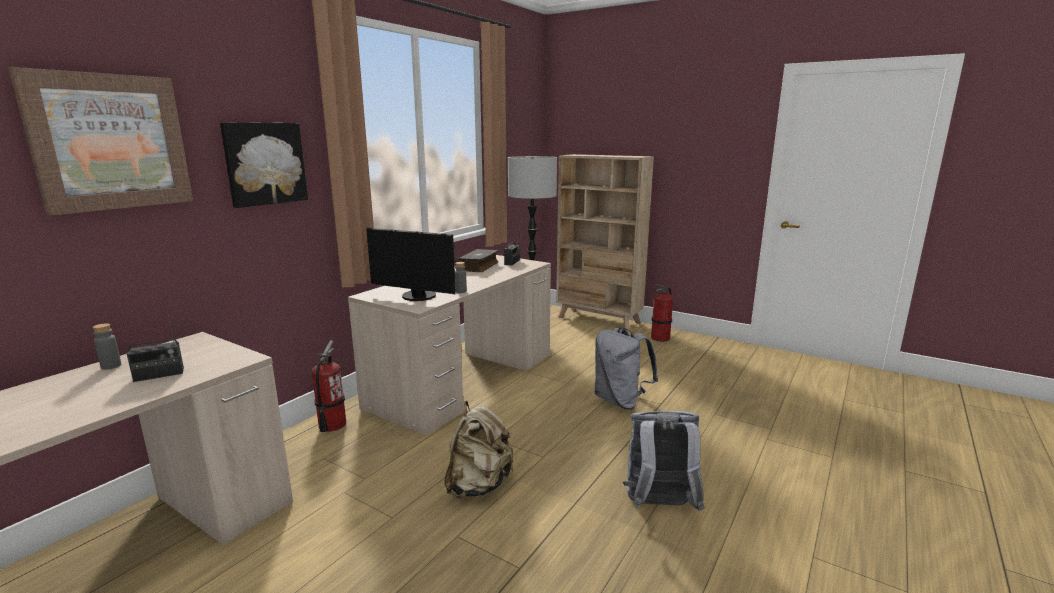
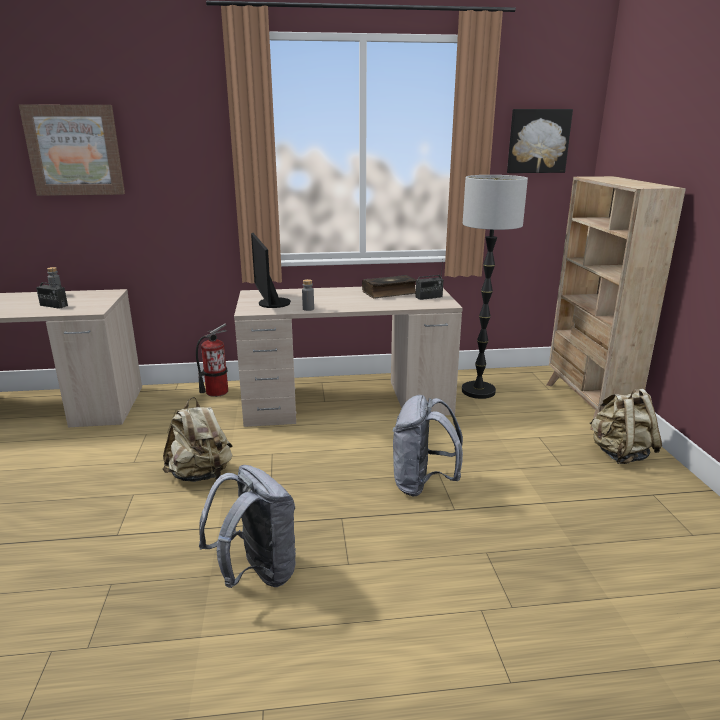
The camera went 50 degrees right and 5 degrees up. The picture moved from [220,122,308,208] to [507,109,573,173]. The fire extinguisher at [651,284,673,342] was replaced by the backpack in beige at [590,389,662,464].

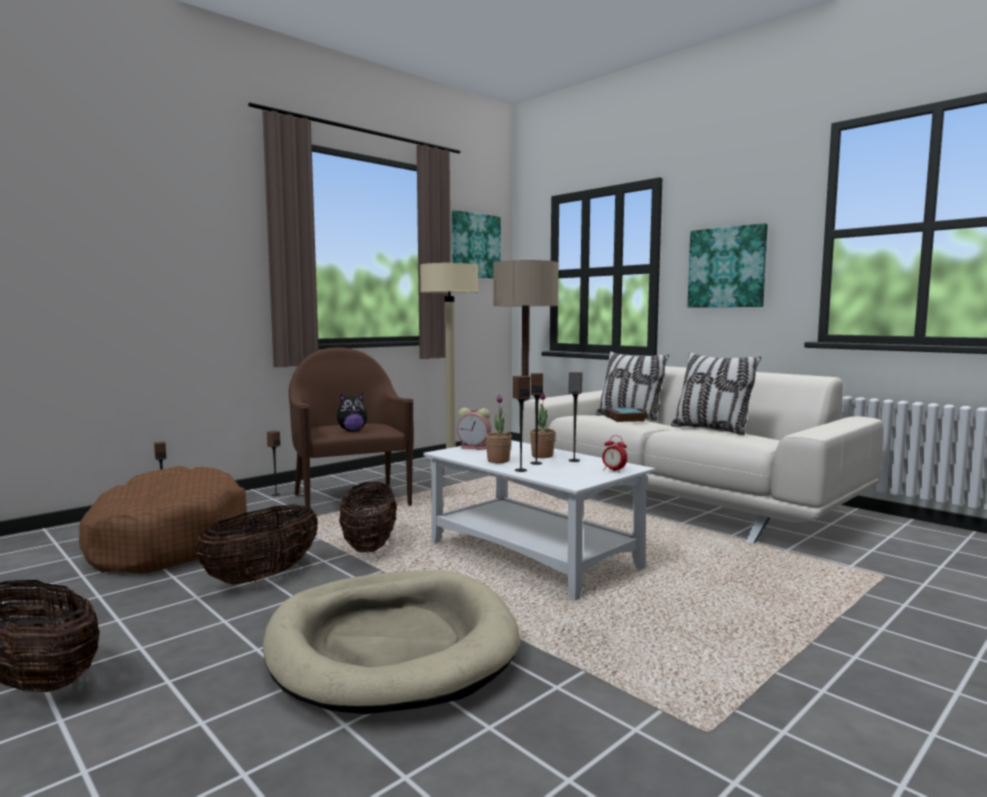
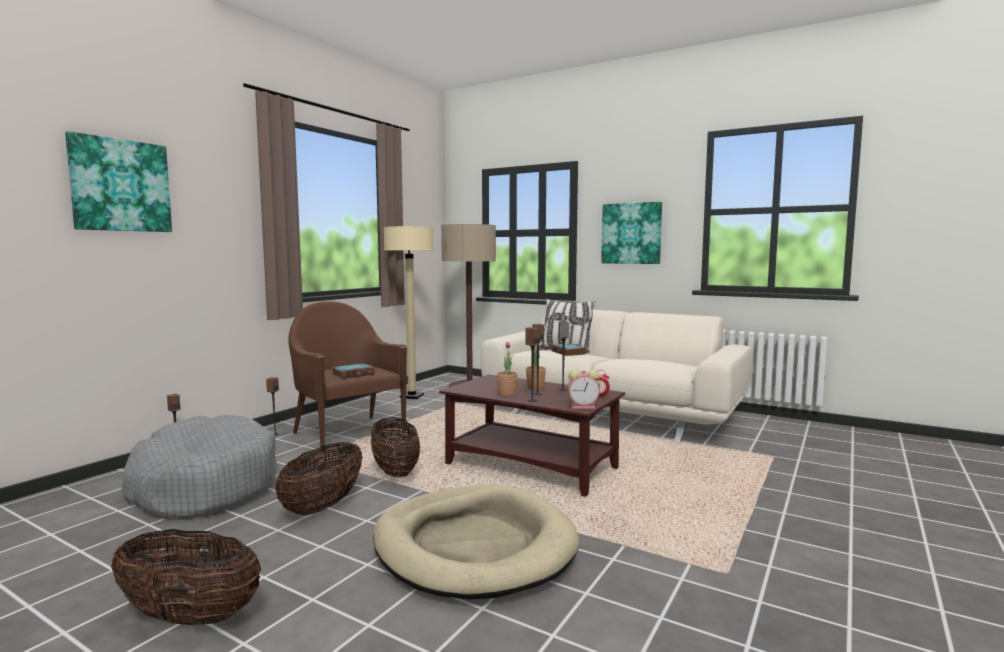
The camera went 15 degrees left and 0 degrees up. The pillow at [671,352,761,435] disappeared. The picture moved from [452,210,501,278] to [65,131,172,232]. The alarm clock moved from [457,408,491,450] to [567,369,600,409]. The plush toy at [337,393,368,431] was replaced by the book at [332,363,375,379]. The dog bed in brown at [79,466,247,574] became the dog bed in grey at [121,415,277,519]. The coffee table in white at [423,440,655,601] became the coffee table in brown at [439,374,625,497].

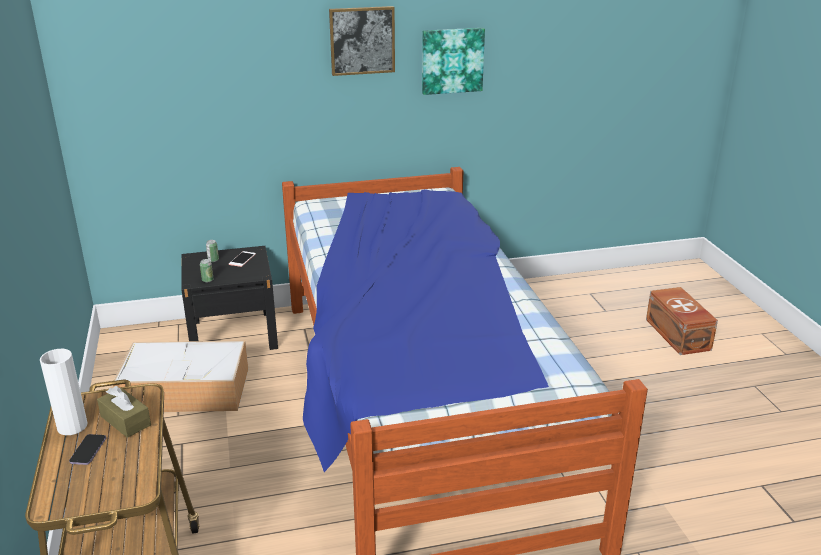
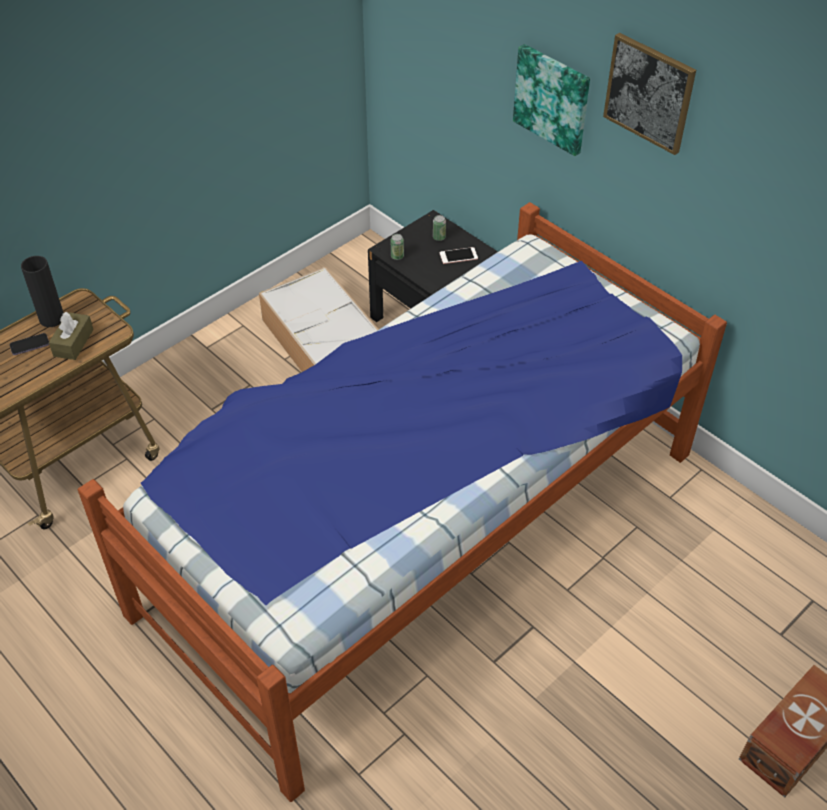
The camera went 60 degrees right and 20 degrees up. The picture moved from [422,28,485,95] to [513,44,590,156]. The vase in white at [40,349,88,435] became the vase in black at [21,256,64,327].

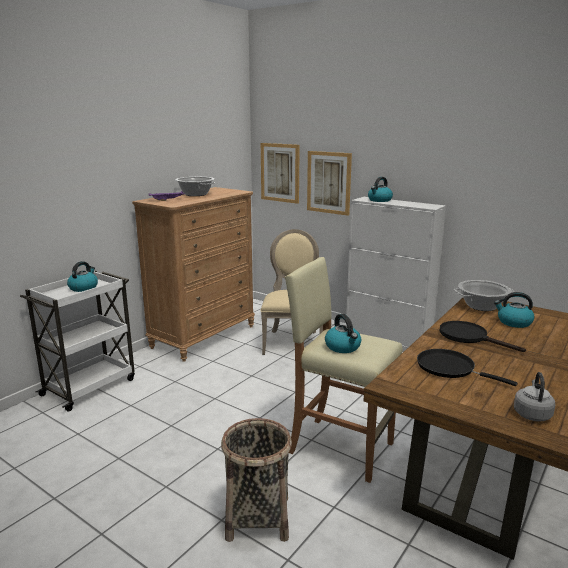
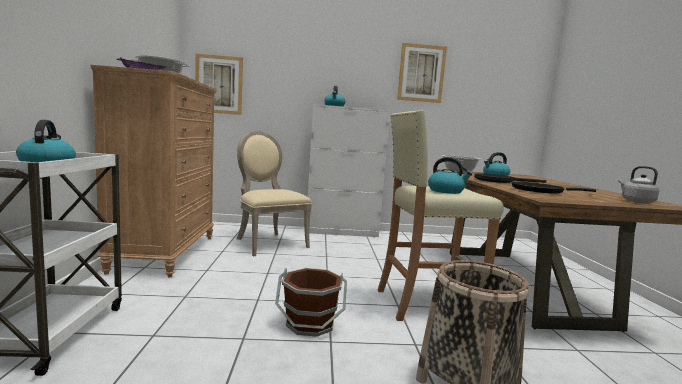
The camera went 40 degrees left and 10 degrees down. The bucket in brown at [275,268,347,337] appeared. The picture moved from [307,151,352,216] to [397,43,447,103].

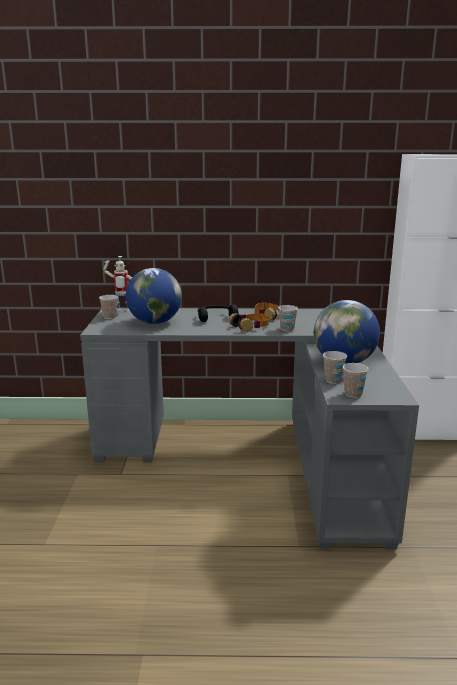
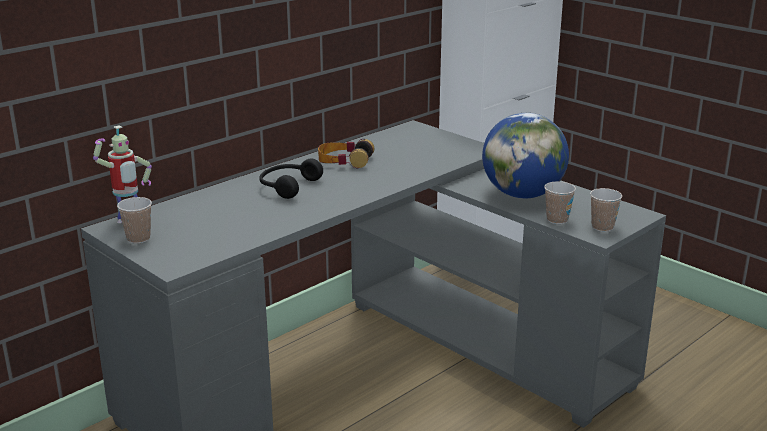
The camera went 45 degrees left and 5 degrees up. The globe at [126,268,182,324] disappeared. The headphones at [229,313,269,332] disappeared. The cup at [278,305,298,332] disappeared.

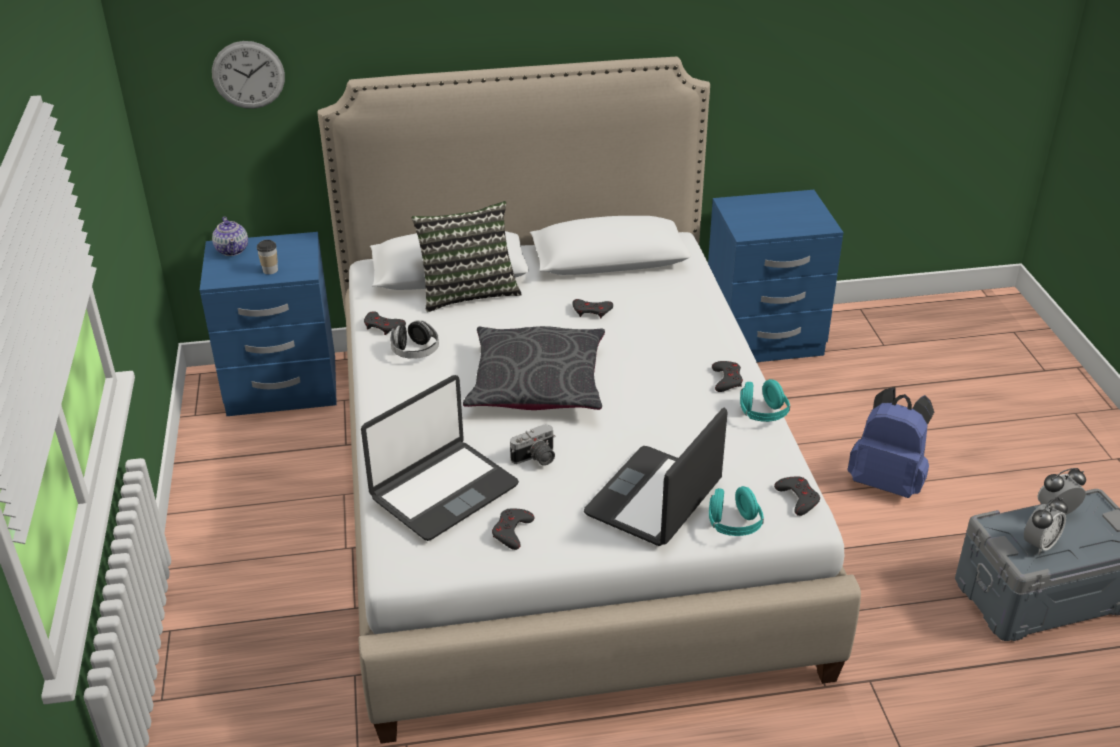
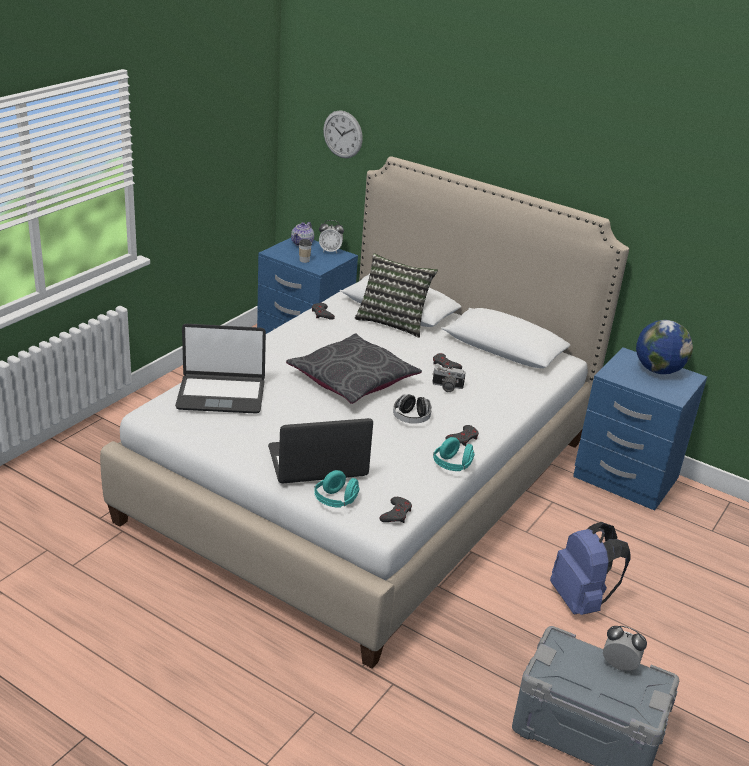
The camera went 40 degrees right and 5 degrees down. The game controller in grey at [492,509,535,550] disappeared. The globe at [636,320,693,374] appeared. The headphones moved from [390,320,439,359] to [393,394,432,423]. The photo camera moved from [510,424,556,466] to [432,366,465,392]. The alarm clock moved from [1024,497,1068,554] to [319,220,344,253].

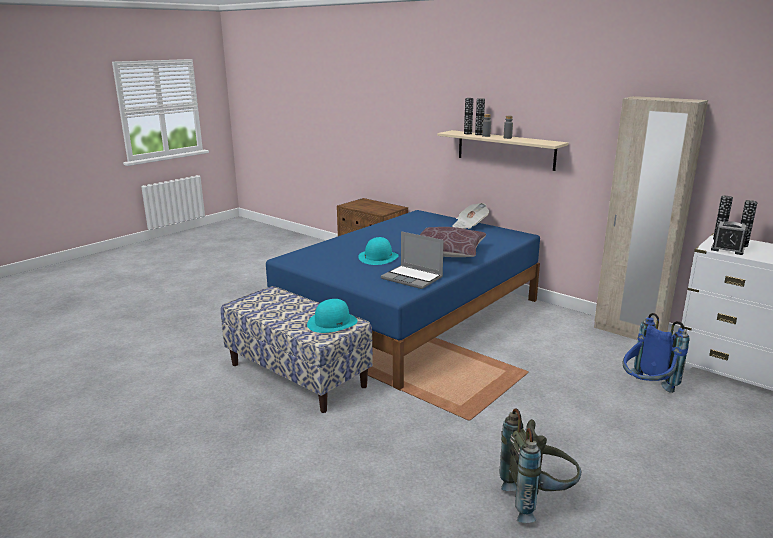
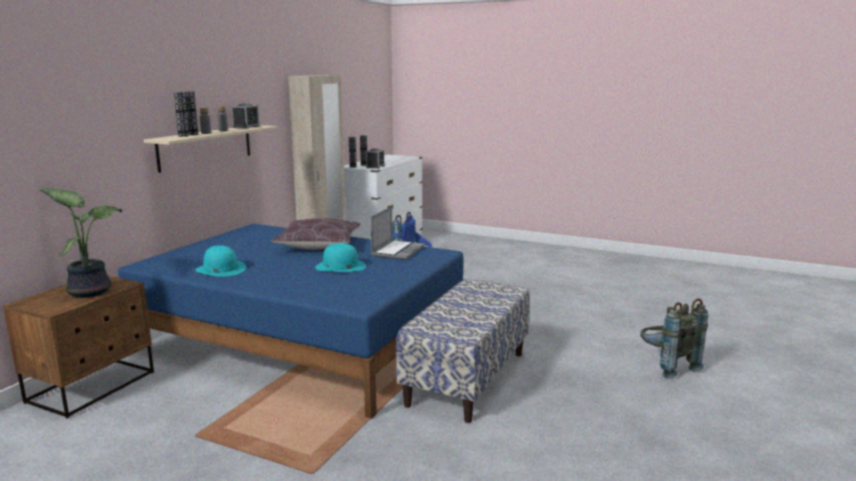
The camera went 105 degrees left and 5 degrees down. The newspaper at [452,203,489,229] disappeared. The potted plant at [40,188,122,298] appeared. The alarm clock at [232,104,260,129] appeared. The hat in turquoise moved from [307,299,358,333] to [196,245,246,277]. The backpack in grey moved from [499,408,581,523] to [640,298,708,379].

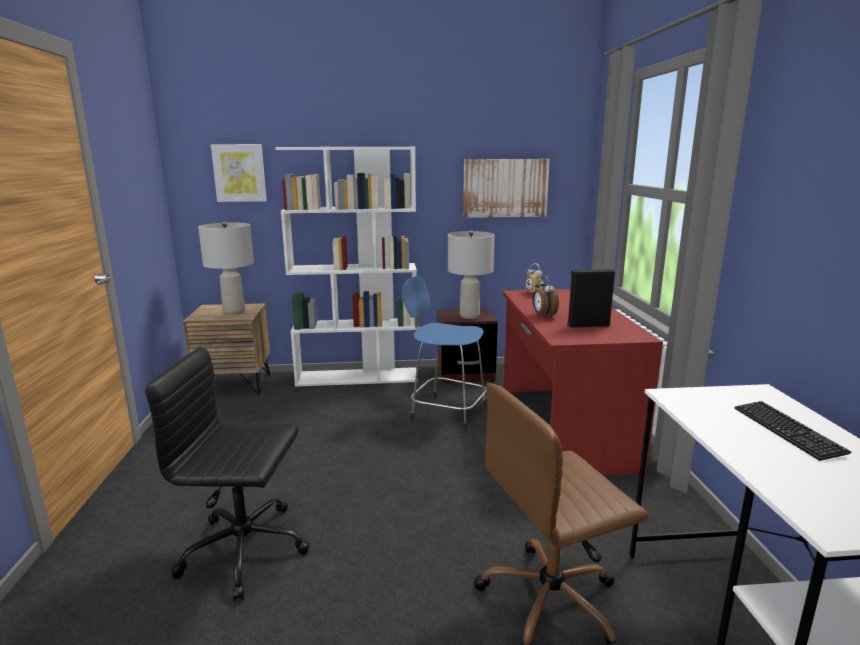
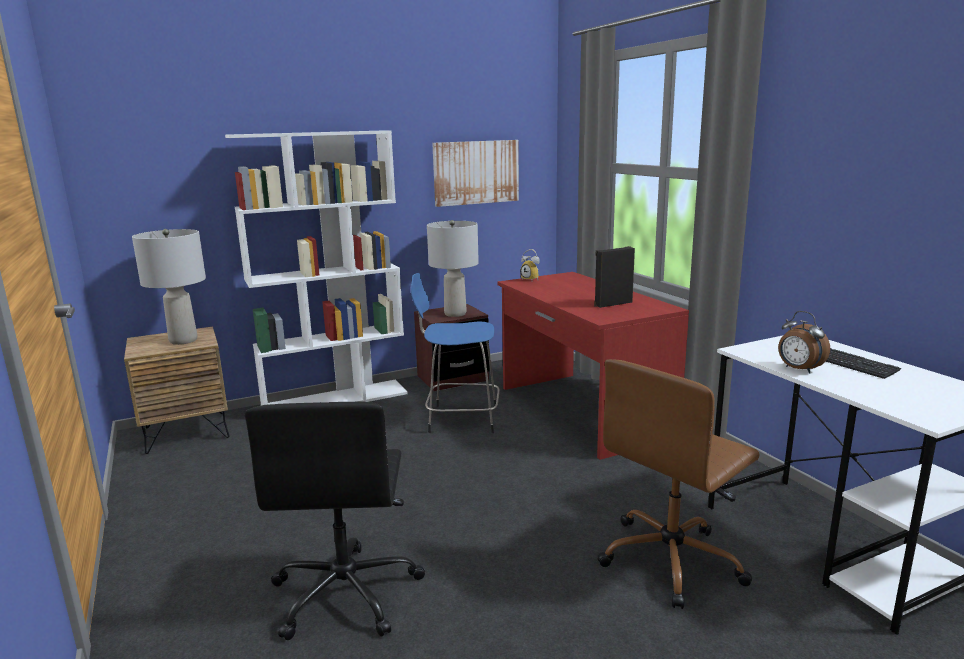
The camera went 20 degrees left and 0 degrees up. The picture at [211,144,267,202] disappeared. The alarm clock moved from [533,275,559,318] to [778,311,830,374]. The office chair in black at [144,347,310,601] turned 75 degrees counterclockwise.

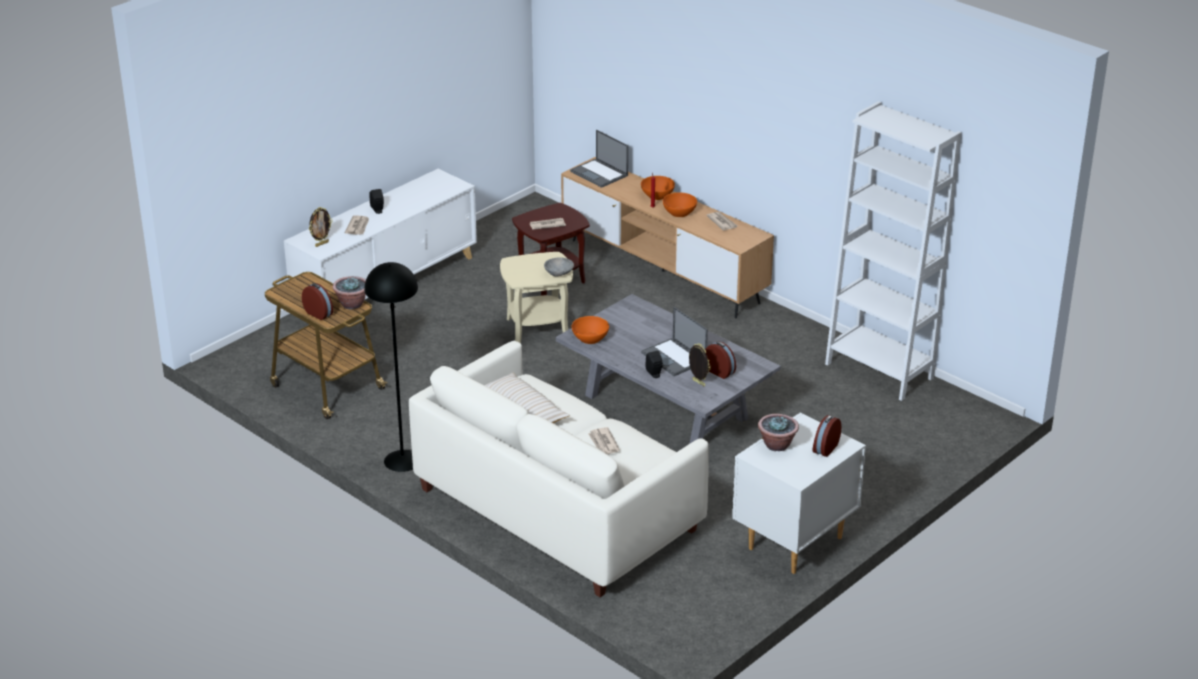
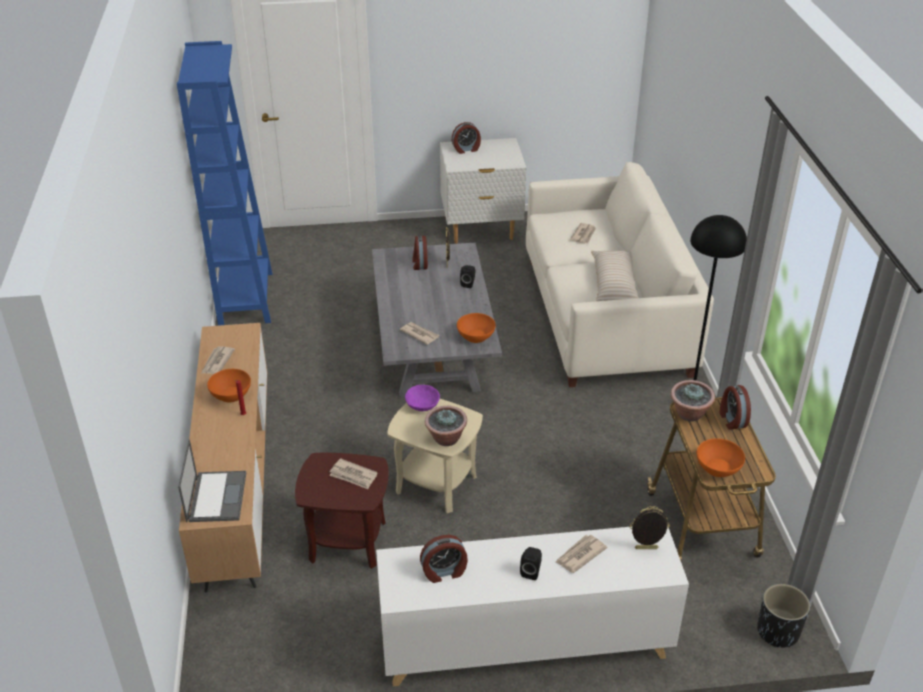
The camera went 140 degrees left and 5 degrees up. The laptop at [641,307,708,376] disappeared. The newspaper at [400,322,439,345] appeared. The alarm clock at [420,535,468,583] appeared. The planter in black at [757,584,810,648] appeared. The bowl in orange moved from [641,176,675,200] to [697,438,745,477]. The potted plant moved from [758,414,799,451] to [425,406,467,446]. The bowl in grey at [544,257,574,277] became the bowl in purple at [405,385,440,412]. The bookcase in white at [825,101,961,401] became the bookcase in blue at [177,41,272,326].

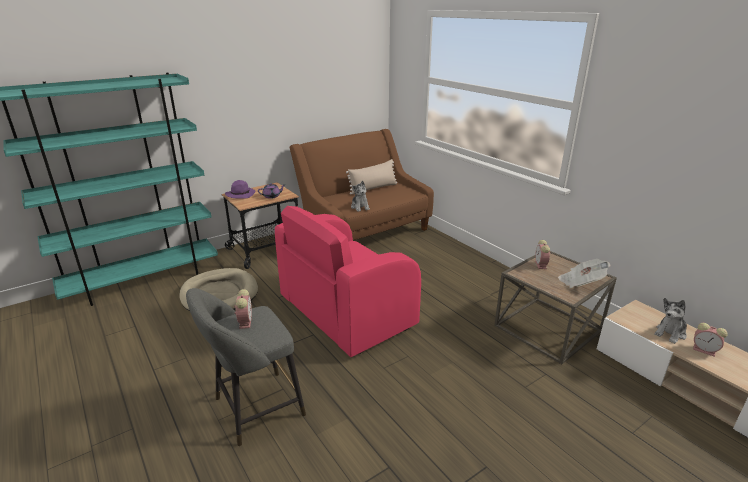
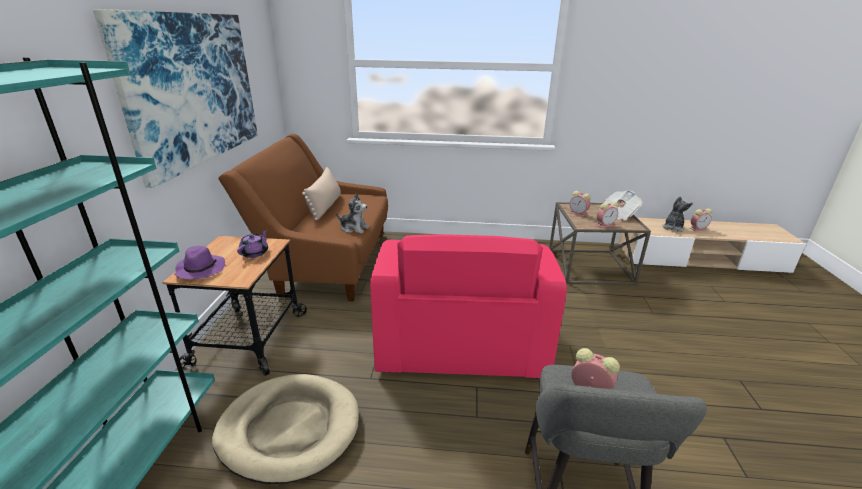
The camera went 50 degrees left and 0 degrees up. The picture at [93,9,258,188] appeared. The alarm clock at [597,202,619,228] appeared. The plush toy at [655,298,687,344] turned 150 degrees counterclockwise.

